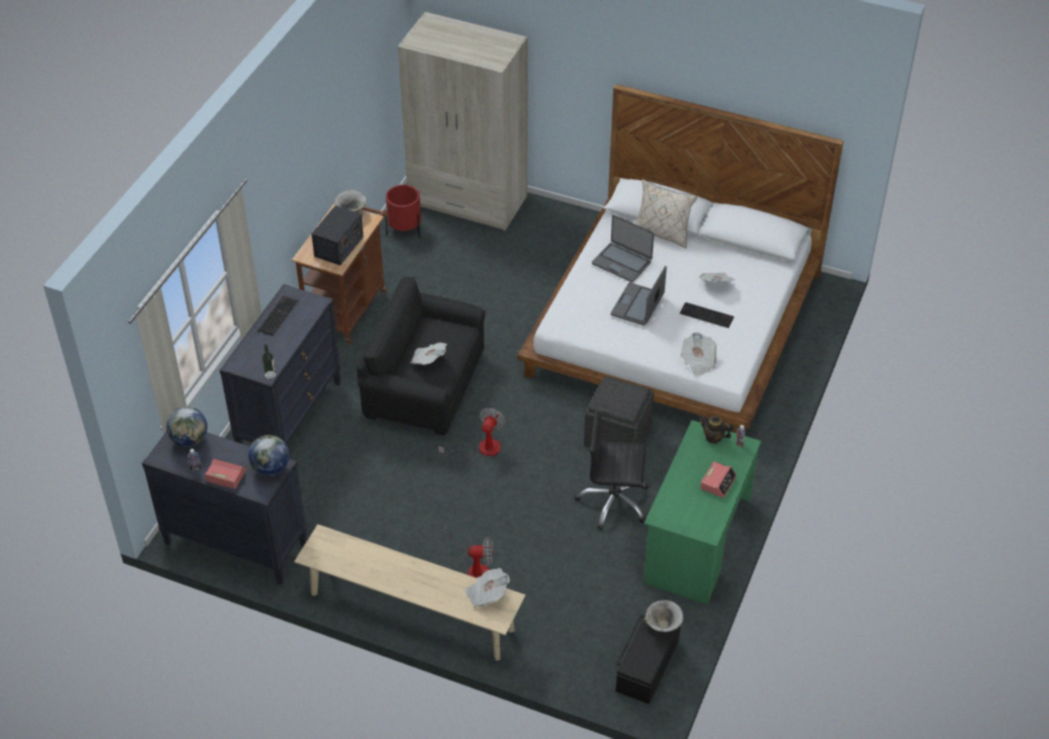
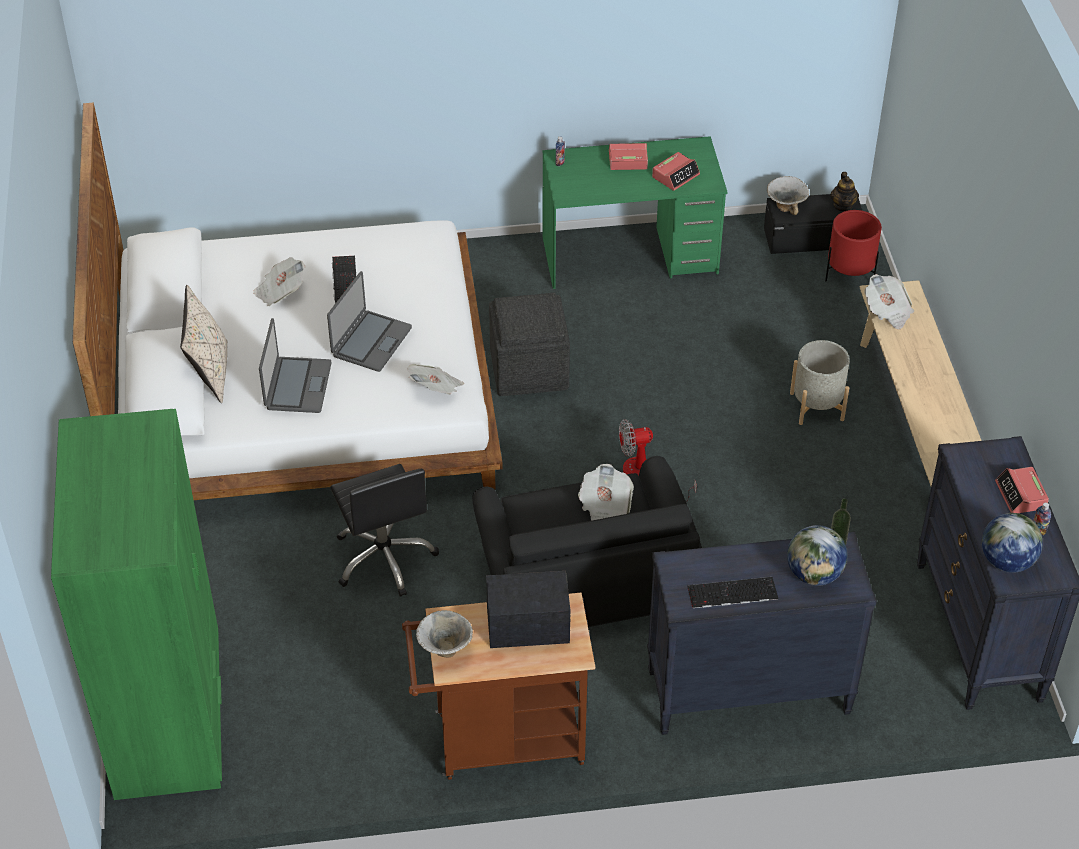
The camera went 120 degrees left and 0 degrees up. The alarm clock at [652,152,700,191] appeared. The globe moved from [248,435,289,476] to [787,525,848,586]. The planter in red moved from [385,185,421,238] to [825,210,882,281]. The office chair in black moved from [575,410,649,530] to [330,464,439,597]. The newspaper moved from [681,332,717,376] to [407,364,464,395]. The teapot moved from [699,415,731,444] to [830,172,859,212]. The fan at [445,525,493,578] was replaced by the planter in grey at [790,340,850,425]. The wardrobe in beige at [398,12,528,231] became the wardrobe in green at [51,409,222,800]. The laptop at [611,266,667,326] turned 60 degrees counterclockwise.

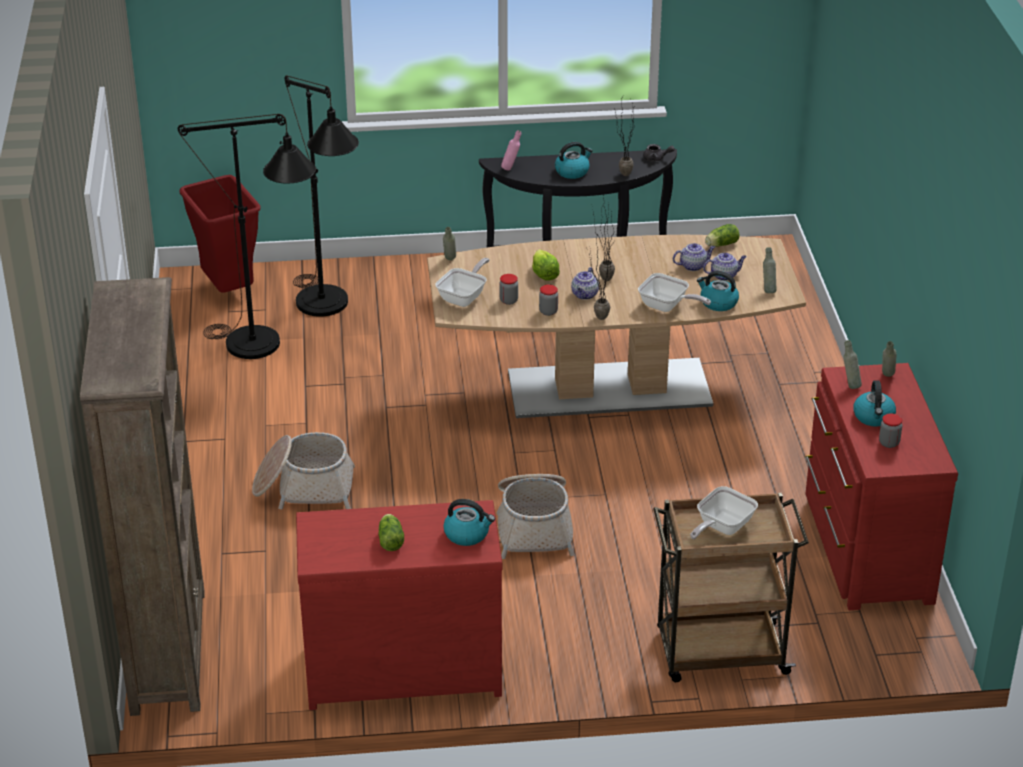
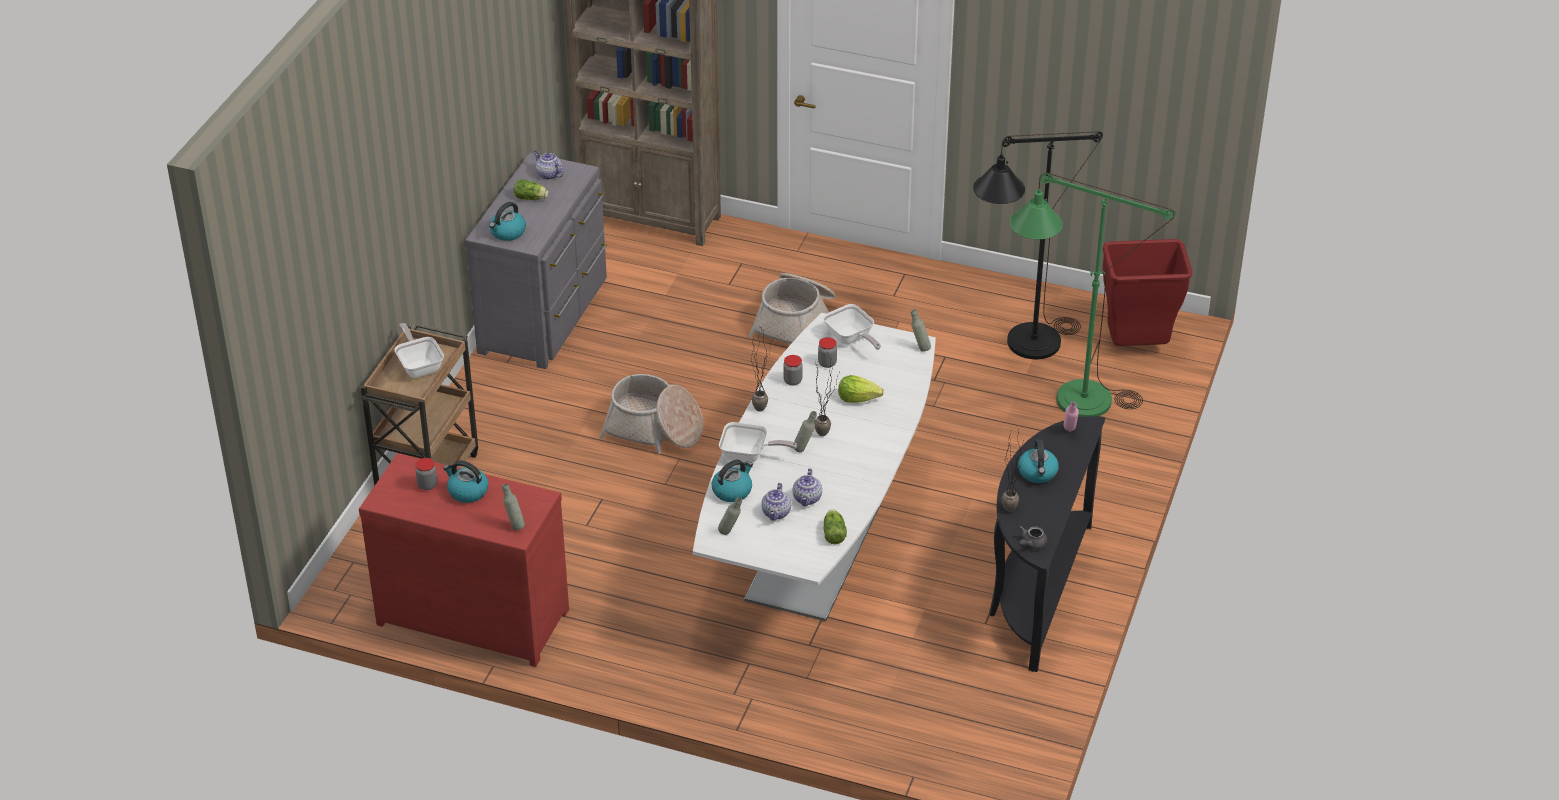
The camera went 115 degrees right and 5 degrees up. The teapot moved from [571,267,599,300] to [534,151,564,180]. The bottle in grey moved from [843,340,862,389] to [794,411,817,452]. The floor lamp in black at [285,75,359,317] became the floor lamp in green at [1010,173,1175,417]. The dresser in red at [296,500,502,710] became the dresser in grey at [465,153,607,369]. The dining table in brown at [427,235,806,418] became the dining table in white at [693,313,936,621]. The frying pan at [638,273,711,312] turned 135 degrees counterclockwise.

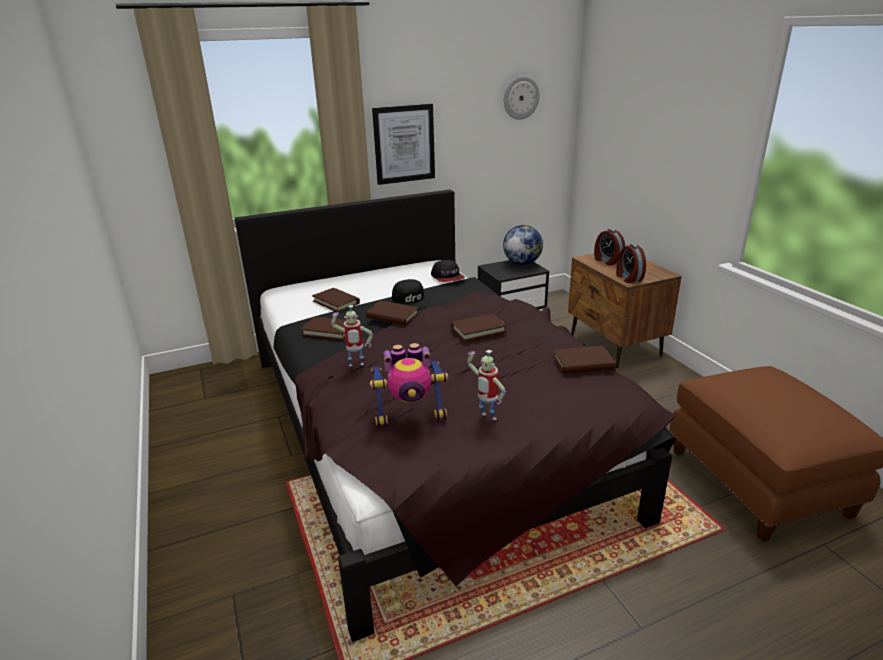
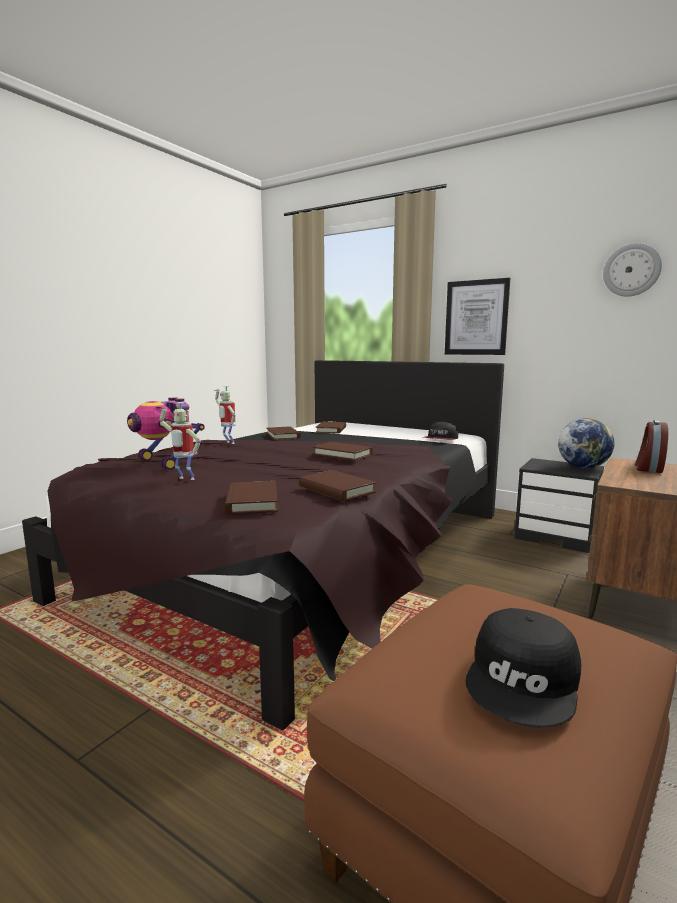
The camera went 55 degrees right and 15 degrees down. The alarm clock at [616,244,646,283] disappeared. The book in brown moved from [366,301,419,325] to [224,481,278,514]. The cap in black moved from [392,279,429,308] to [465,608,581,728]. The toy robot at [467,349,506,420] turned 75 degrees counterclockwise.

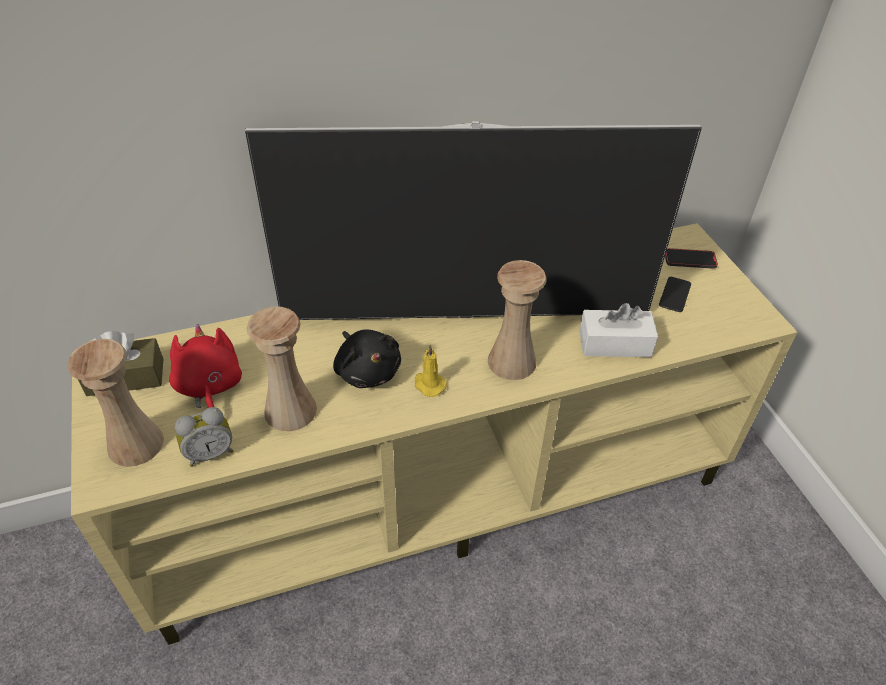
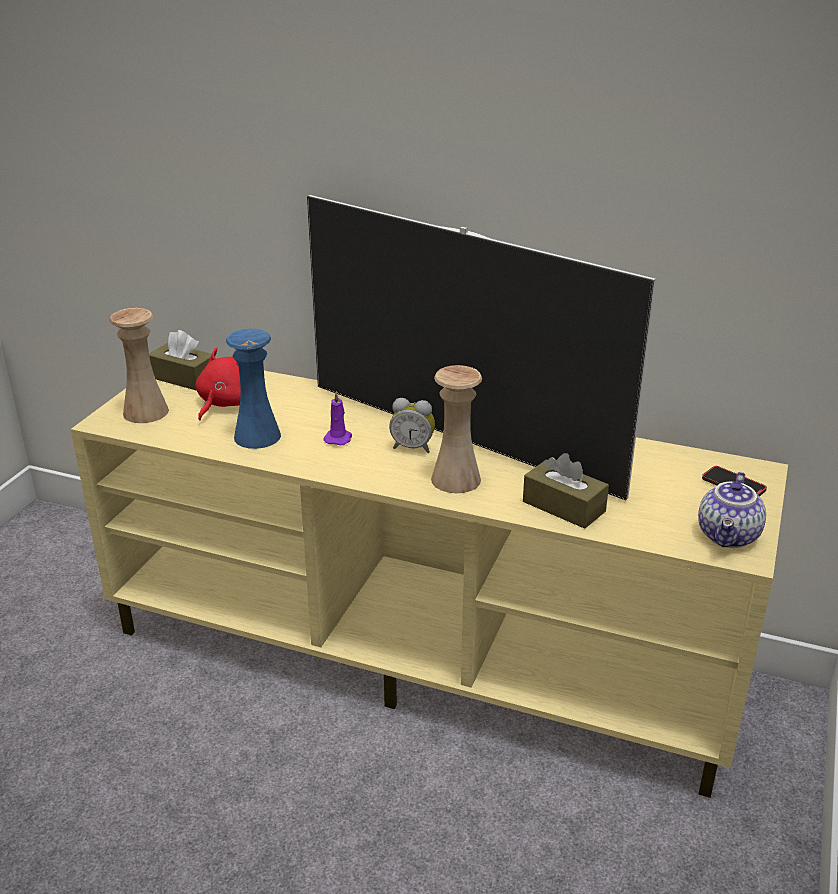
The camera went 40 degrees right and 15 degrees down. The candle in yellow at [415,345,447,397] disappeared. The phone at [659,277,691,312] disappeared. The teapot at [698,472,766,548] appeared. The alarm clock moved from [175,407,233,467] to [389,398,435,453]. The plush toy in black at [333,330,401,388] was replaced by the candle in purple at [323,391,352,445]. The vase in beige at [246,306,317,431] became the vase in blue at [226,329,281,449]. The tissue box in white at [579,303,658,357] became the tissue box in brown at [523,453,609,529].

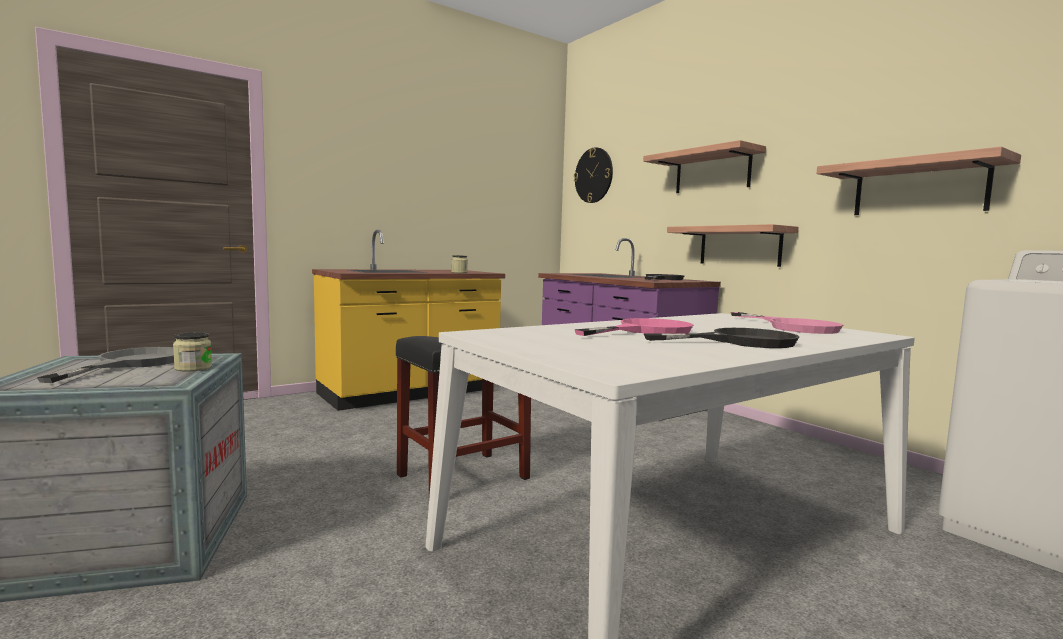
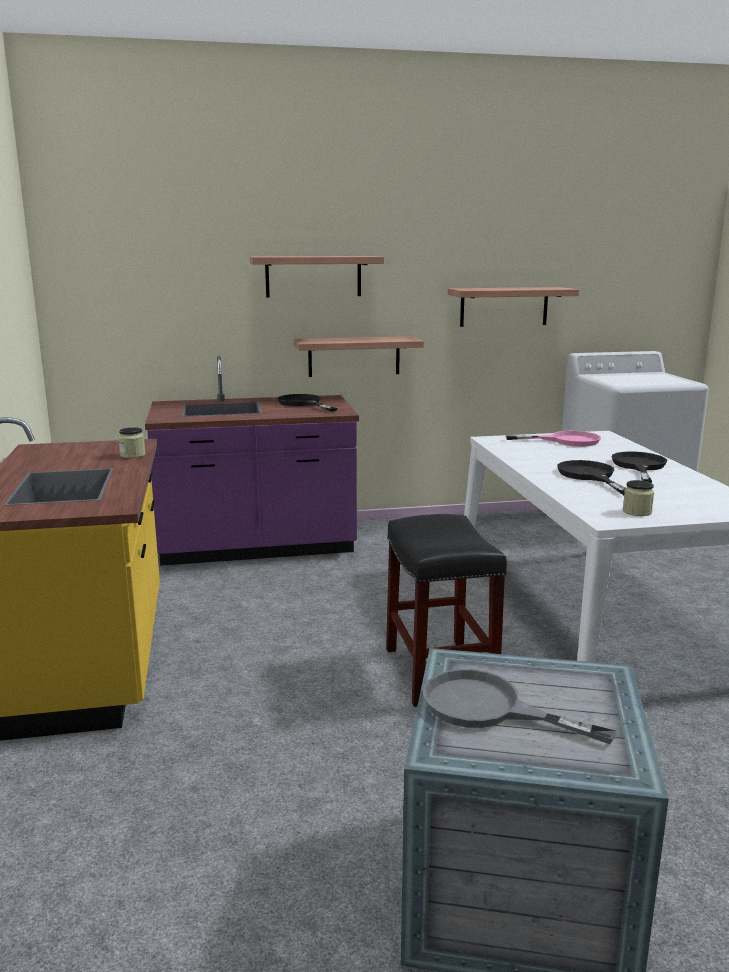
The camera went 65 degrees left and 10 degrees up. The wall clock at [574,147,613,203] disappeared. The jar moved from [173,332,212,372] to [623,480,654,516]. The frying pan in pink at [574,318,693,336] became the frying pan in black at [557,460,625,495].

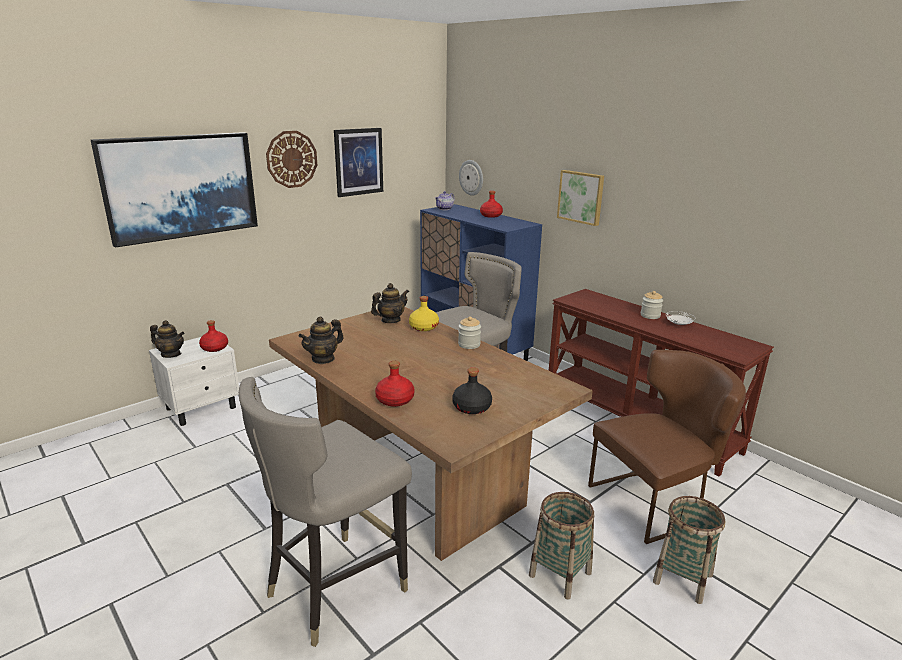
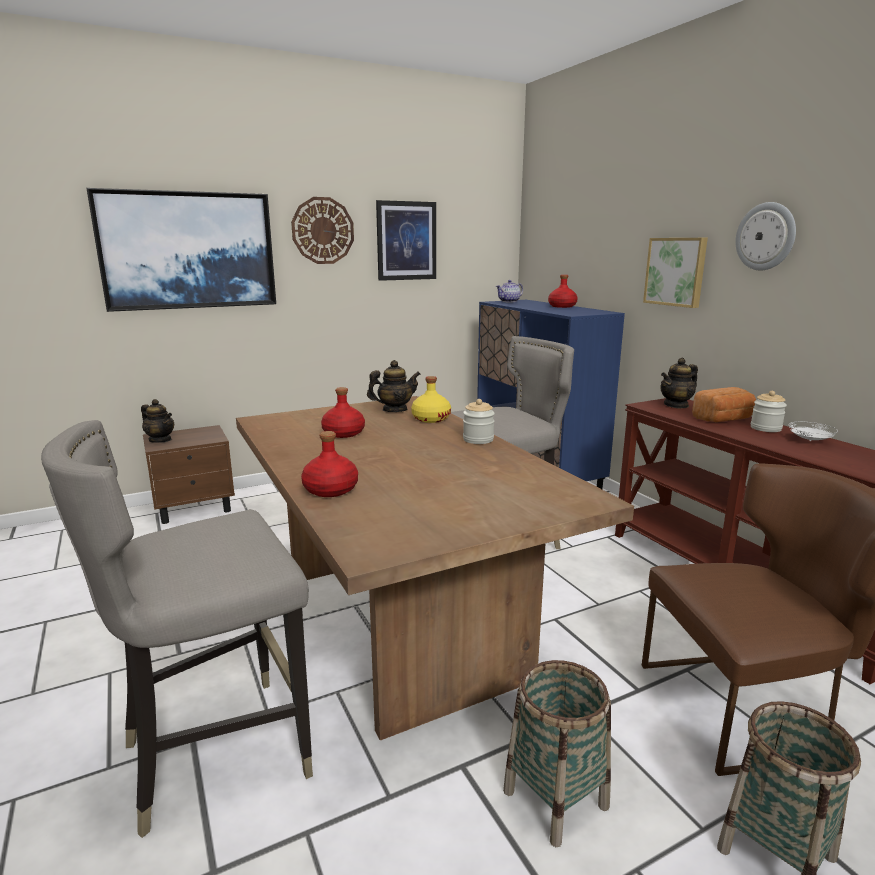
The camera went 15 degrees right and 5 degrees down. The bottle in black at [452,367,492,414] disappeared. The bread at [692,387,756,422] appeared. The bottle in red moved from [199,320,228,352] to [321,387,365,438]. The teapot moved from [299,316,344,364] to [660,358,698,409]. The wall clock moved from [459,160,483,196] to [735,202,796,271]. The nightstand in white at [149,337,239,426] became the nightstand in brown at [143,425,235,524].

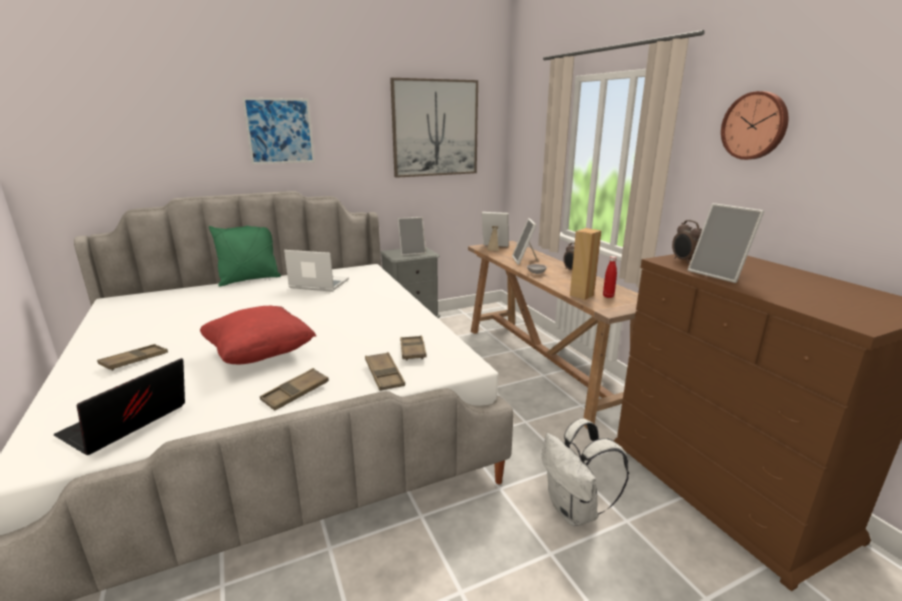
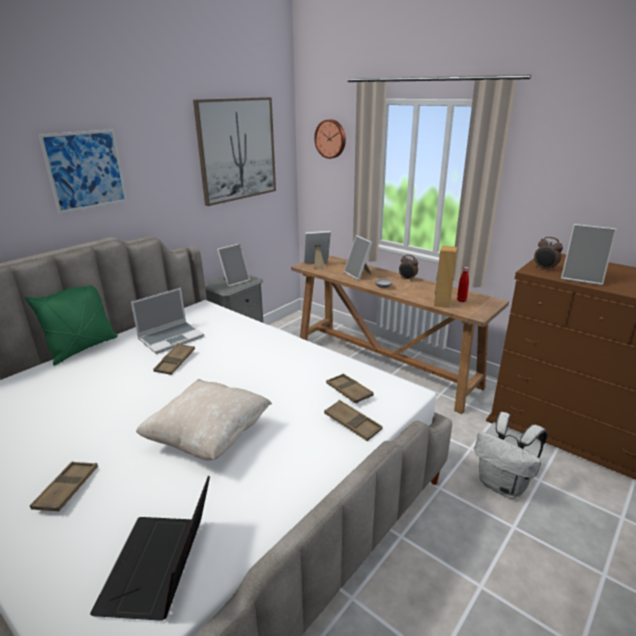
The camera went 25 degrees left and 5 degrees up. The tray in brown moved from [260,368,329,411] to [153,343,195,375]. The wall clock moved from [721,91,788,160] to [314,119,346,159]. The pillow in red at [200,306,316,365] became the pillow in beige at [136,379,272,461]. The laptop at [284,250,349,292] turned 150 degrees clockwise.

